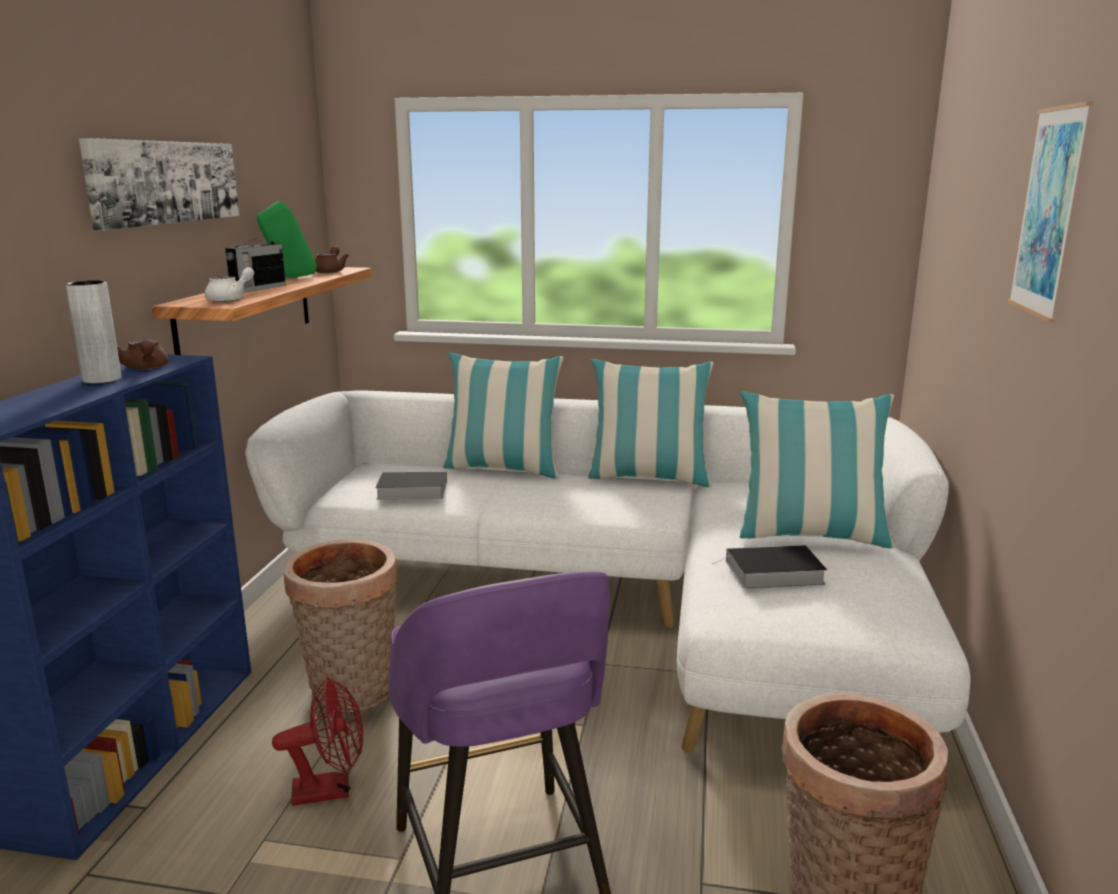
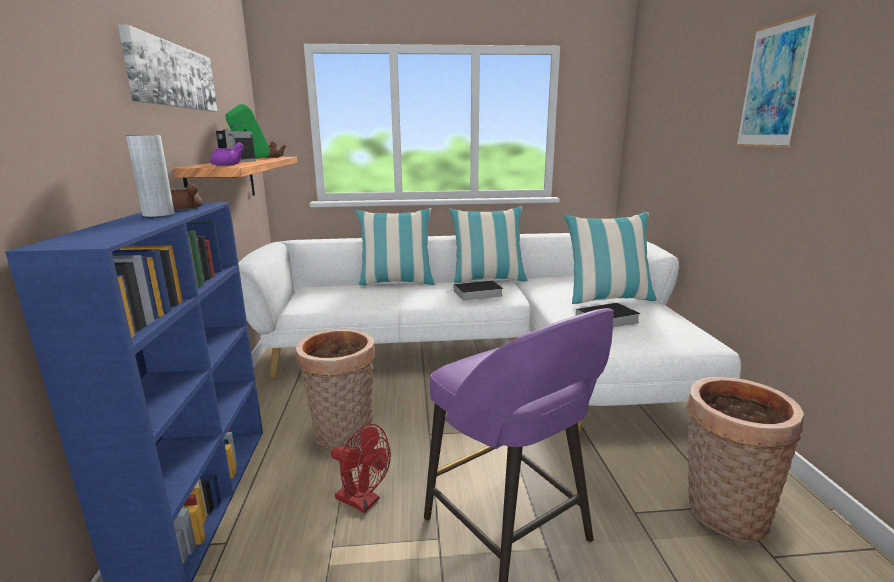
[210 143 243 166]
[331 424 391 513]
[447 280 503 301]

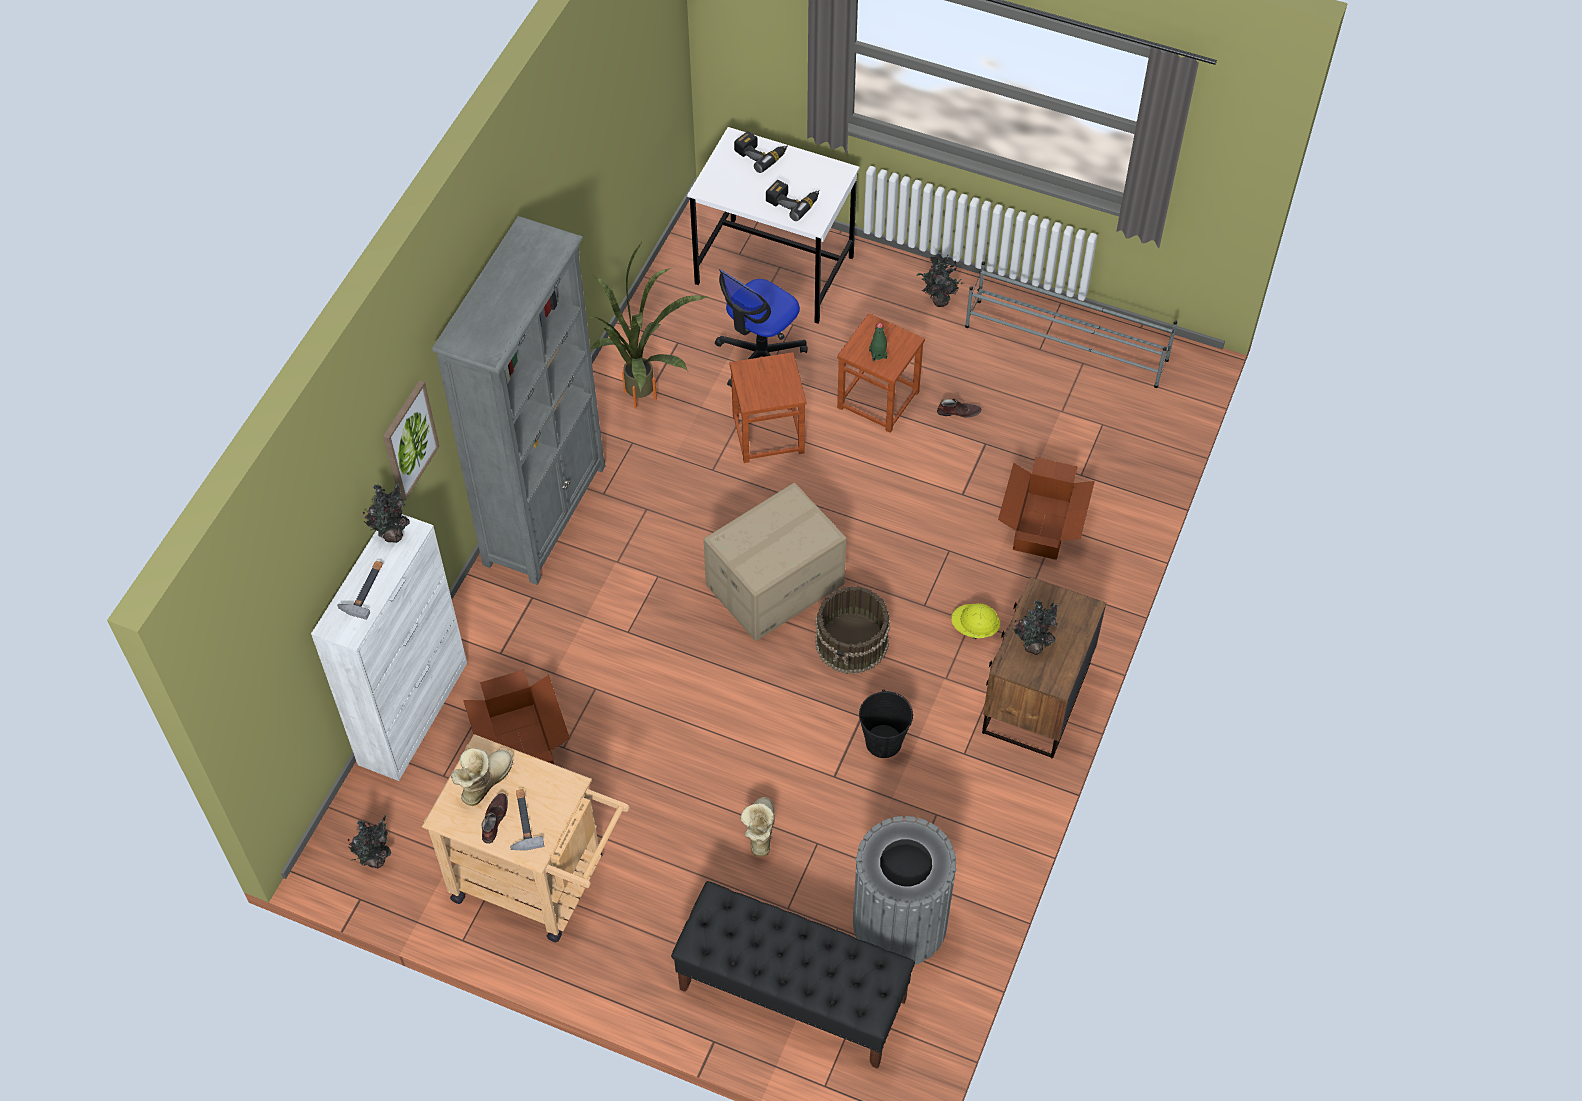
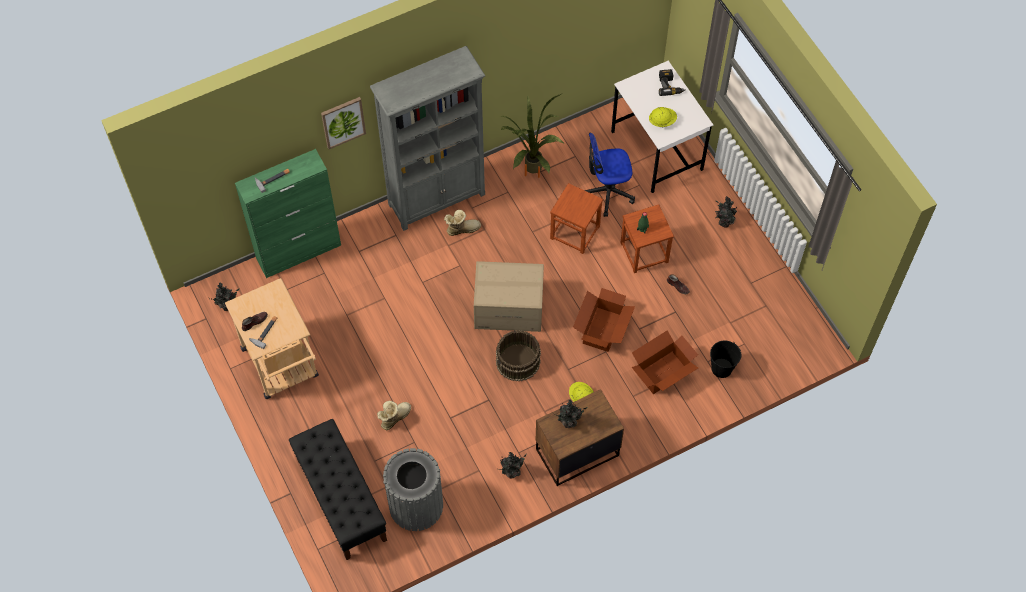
[235 149 341 278]
[499 452 527 478]
[444 210 481 236]
[573 288 635 352]
[649 107 677 127]
[710 340 741 378]
[965 261 1177 388] (first image)

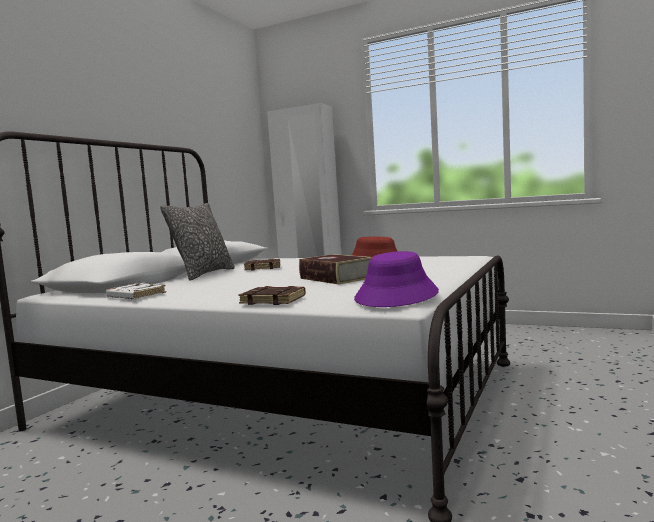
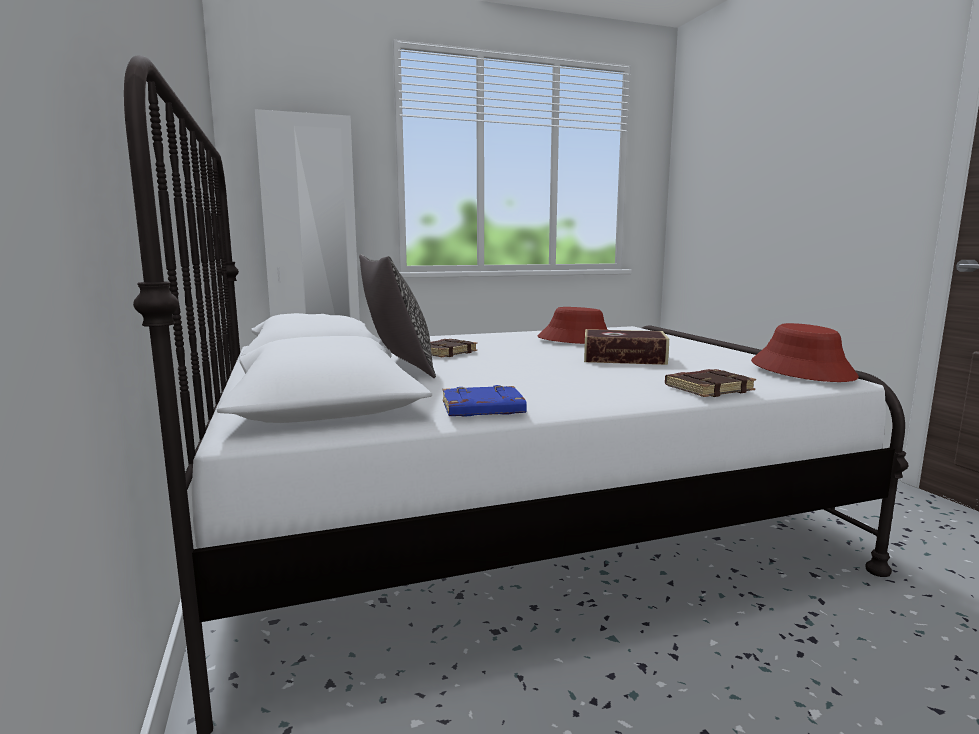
[442 385 527 417]
[751 323 859 382]

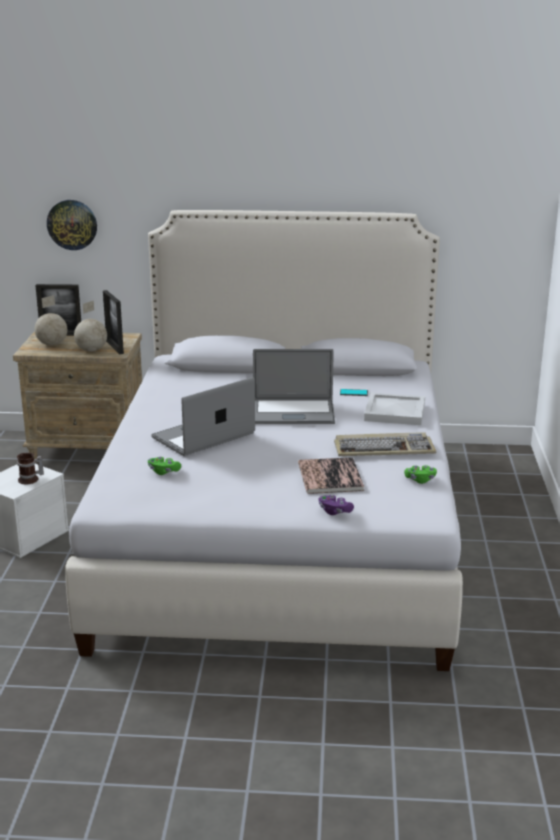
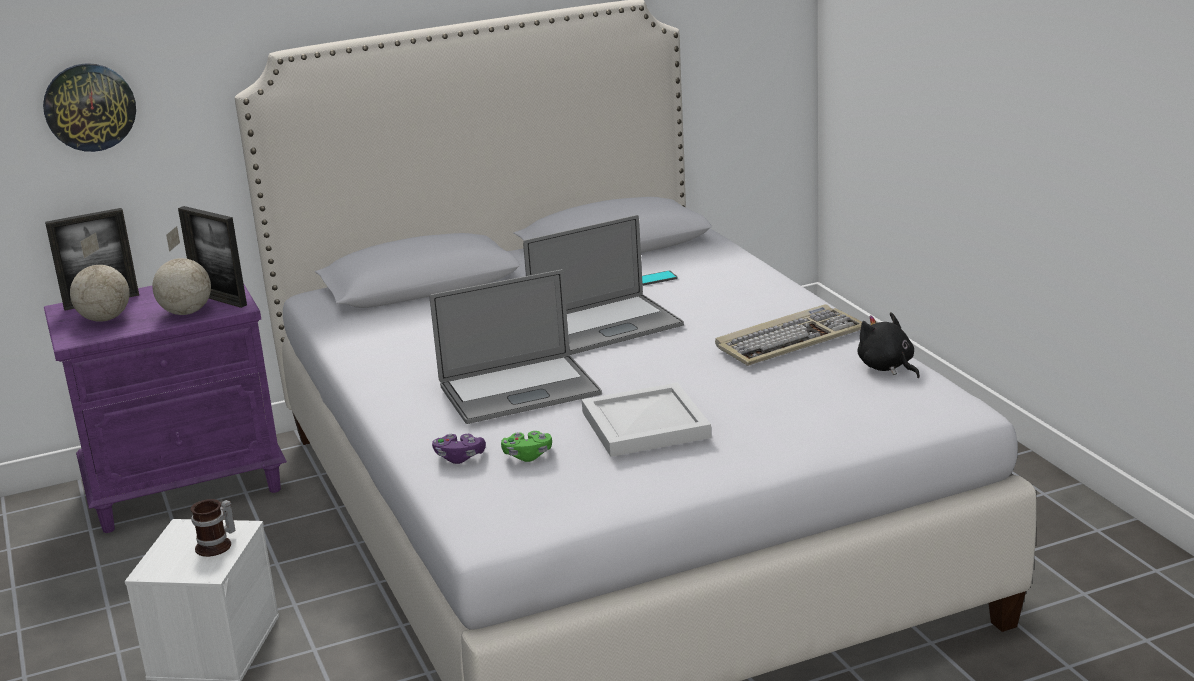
[44 283 287 533]
[430 269 602 424]
[298 457 364 494] (first image)
[432 434 486 464]
[582 382 711 457]
[857 312 920 378]

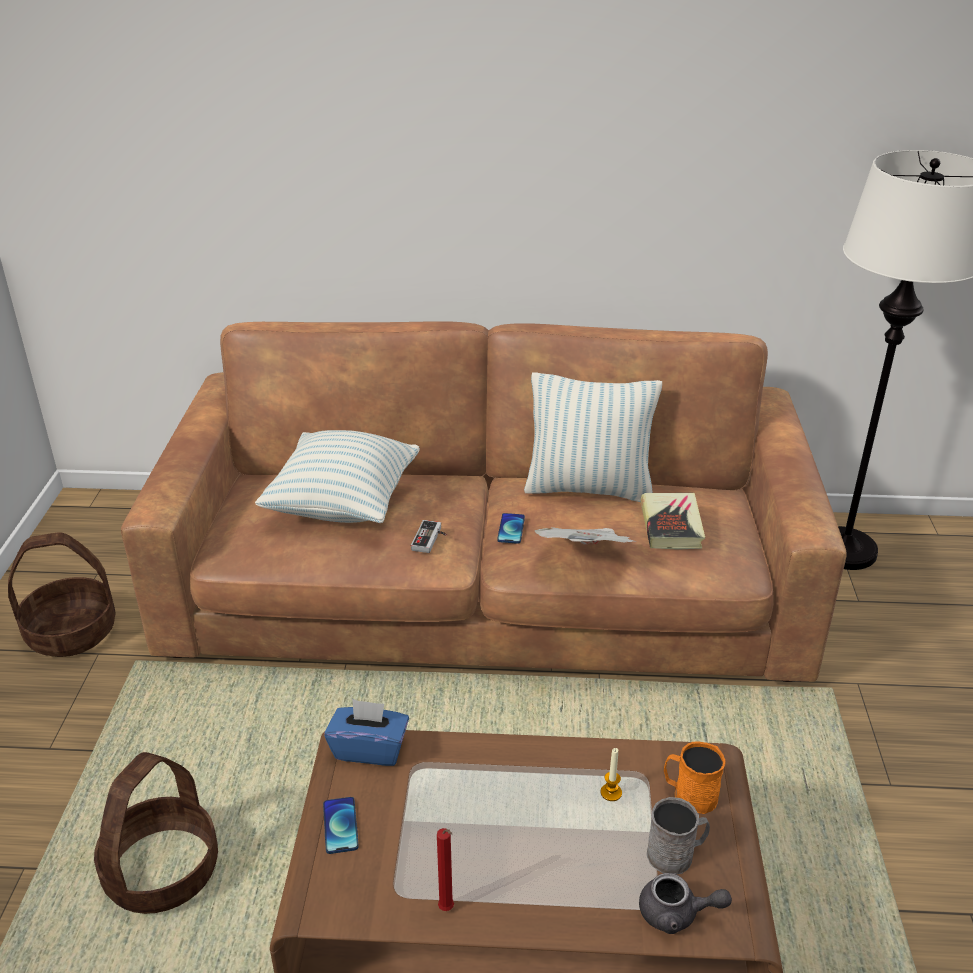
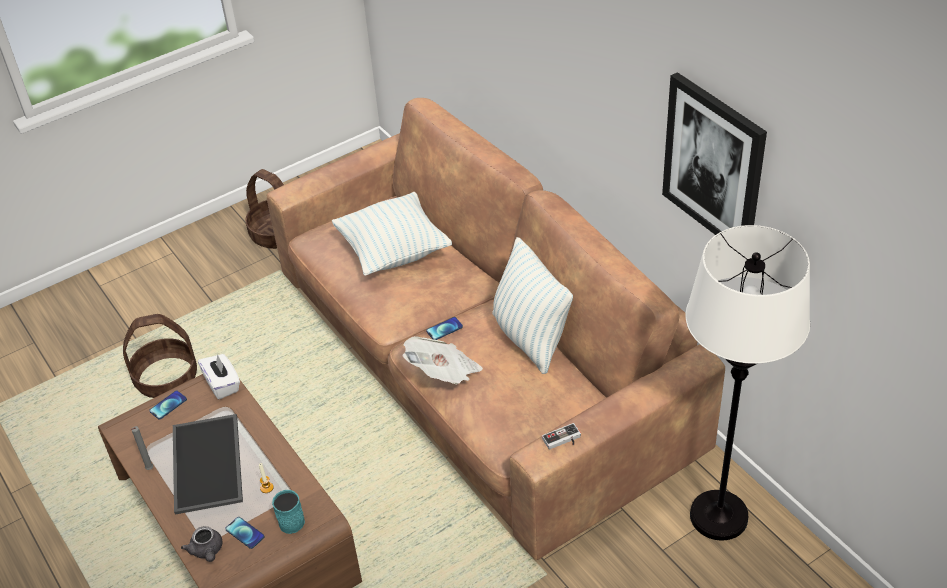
[198 354 240 399]
[542 423 581 450]
[130 426 153 470]
[641 493 705 550] (first image)
[225 517 265 549]
[272 490 305 534]
[173 414 243 515]
[662 72 767 235]

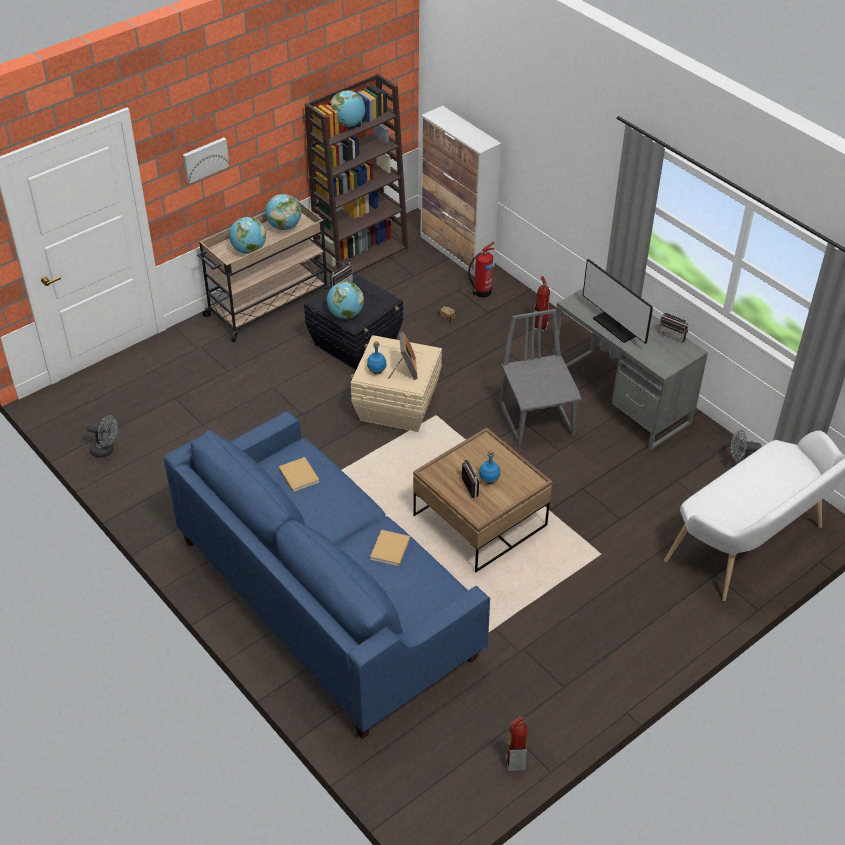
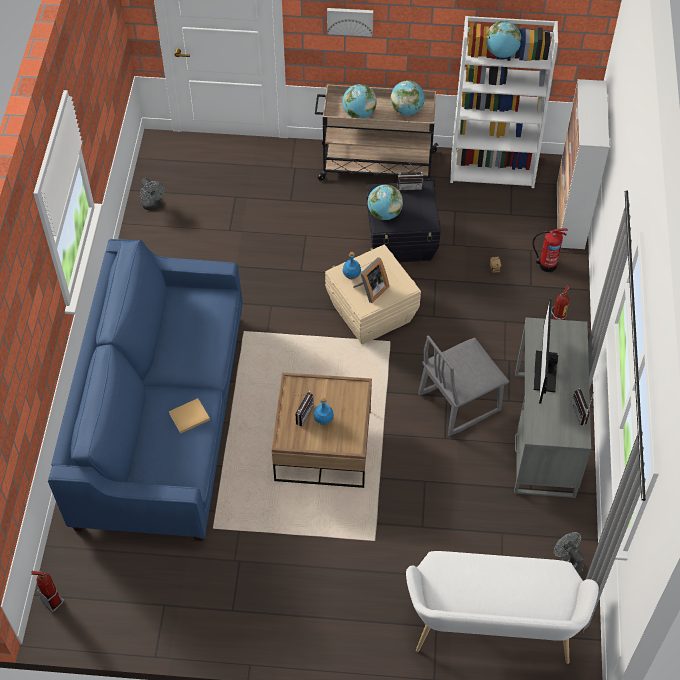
[279 457 319 492] (first image)
[450 16 558 188]
[418 335 509 436]
[31 571 64 612]

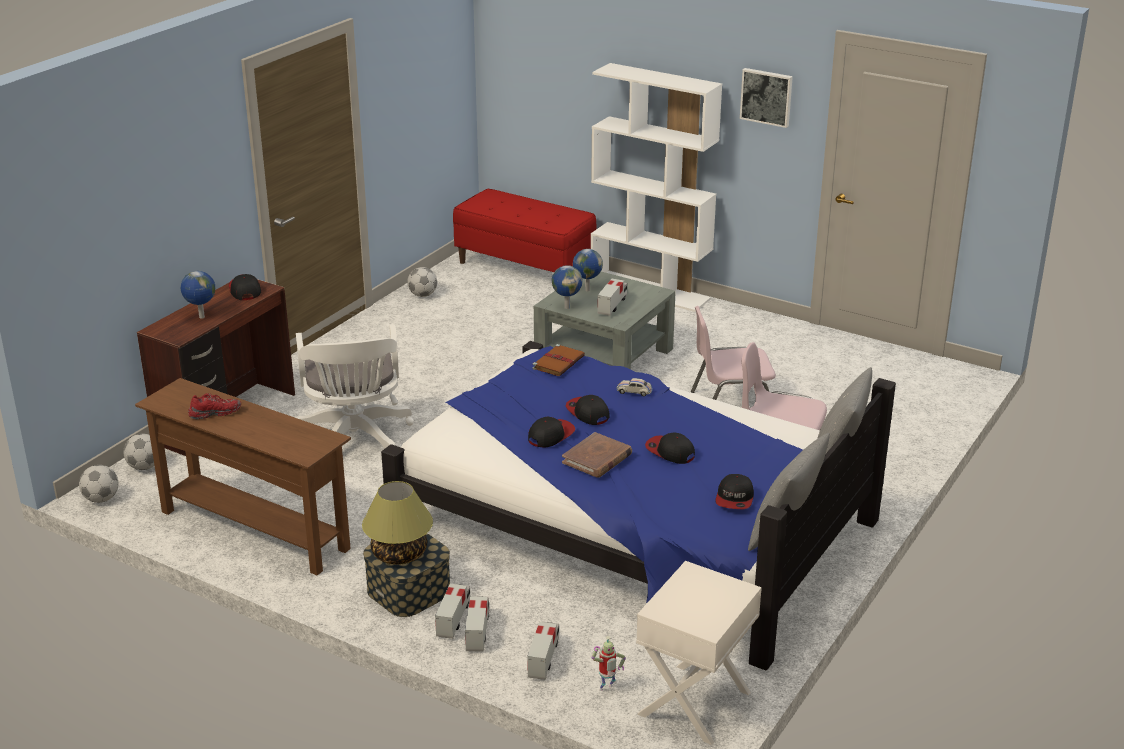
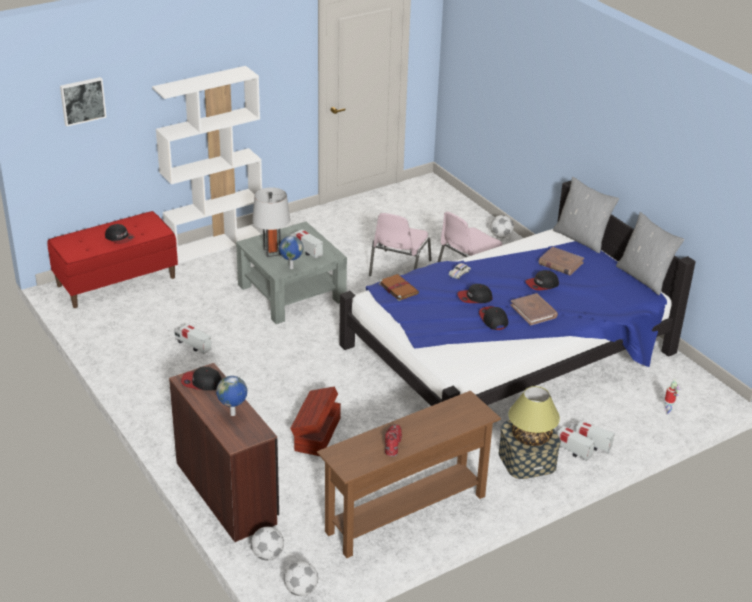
[290 387 341 456]
[491 215 514 238]
[174 324 212 354]
[252 187 290 257]
[636 561 762 745] (first image)
[105 224 135 244]
[60 77 107 126]
[539 247 584 275]

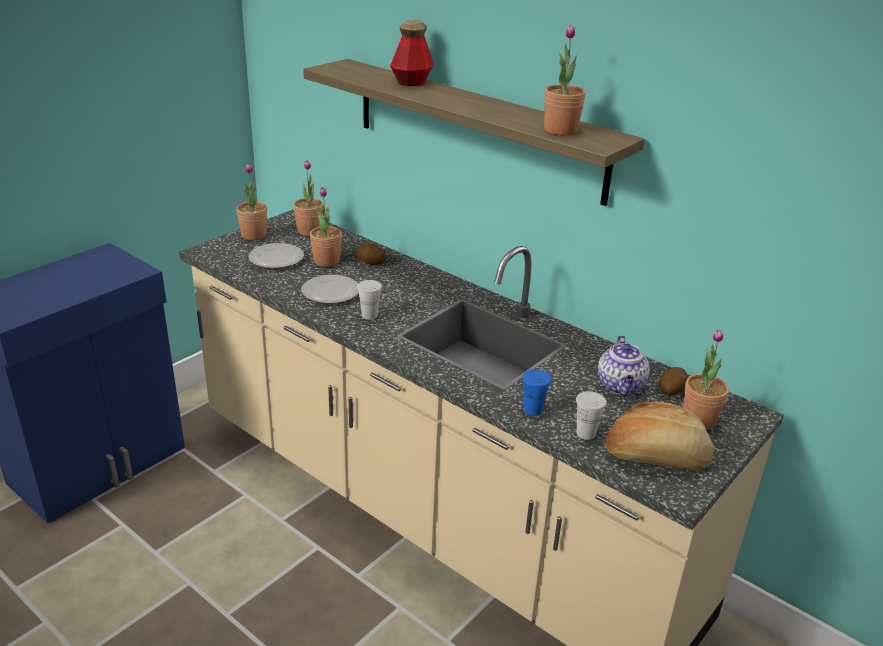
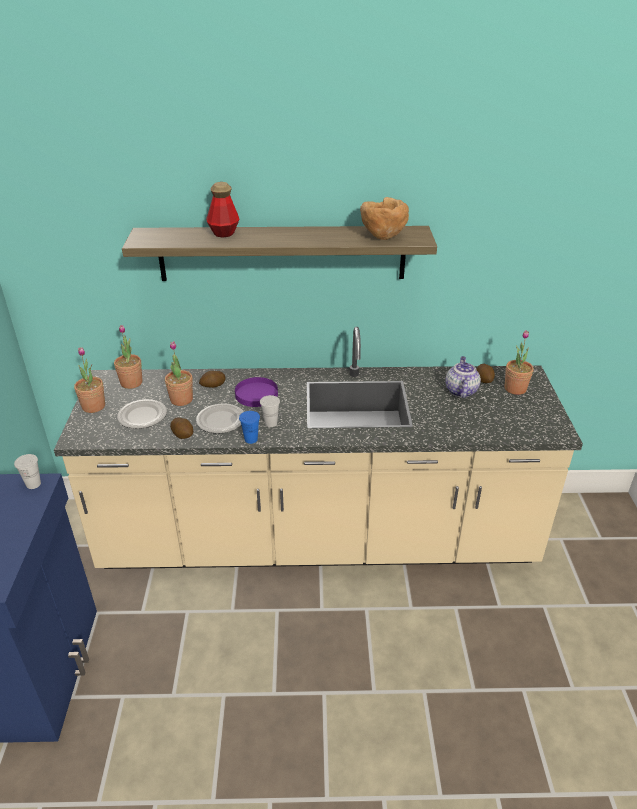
[239 411 260 444]
[360 197 409 240]
[14 454 41 489]
[445 356 481 398]
[606 402 714 470] (first image)
[170 417 193 439]
[235 377 278 407]

